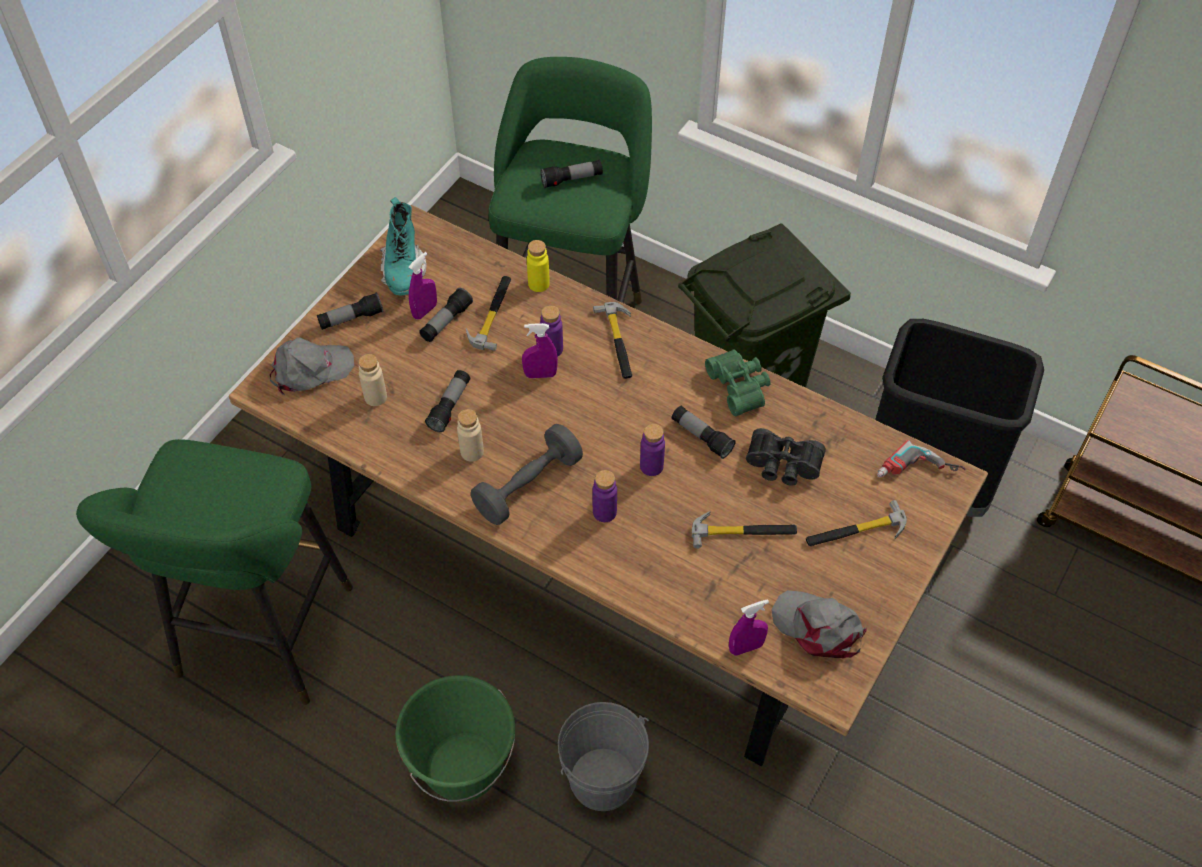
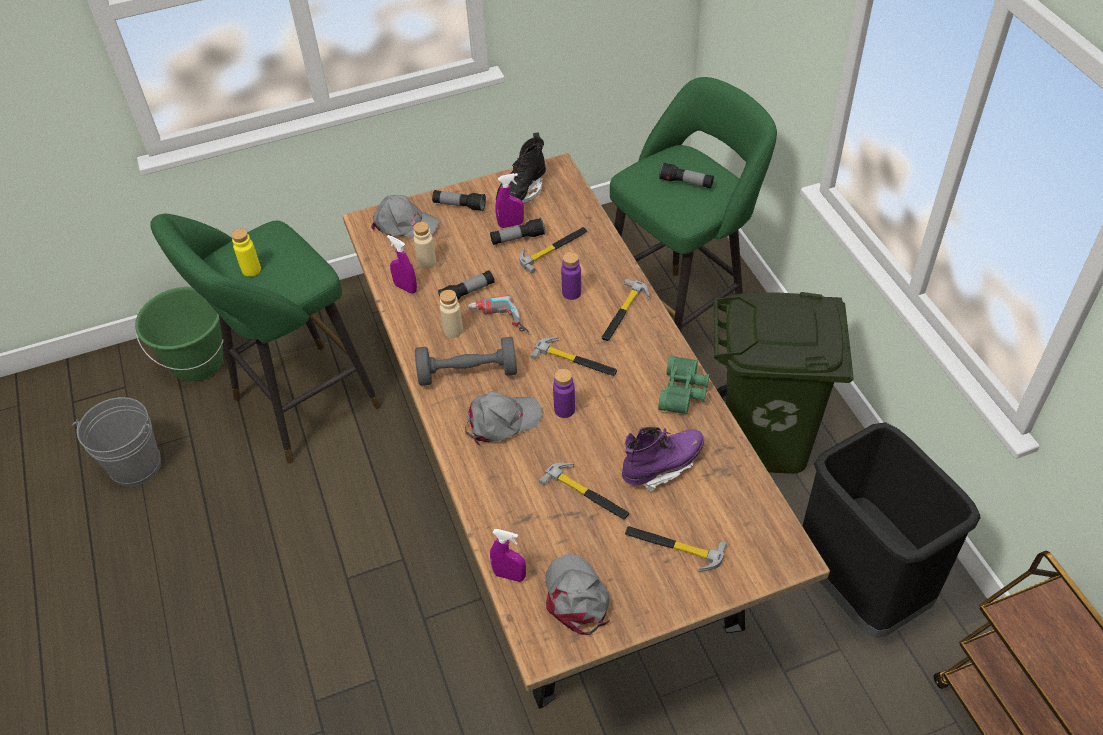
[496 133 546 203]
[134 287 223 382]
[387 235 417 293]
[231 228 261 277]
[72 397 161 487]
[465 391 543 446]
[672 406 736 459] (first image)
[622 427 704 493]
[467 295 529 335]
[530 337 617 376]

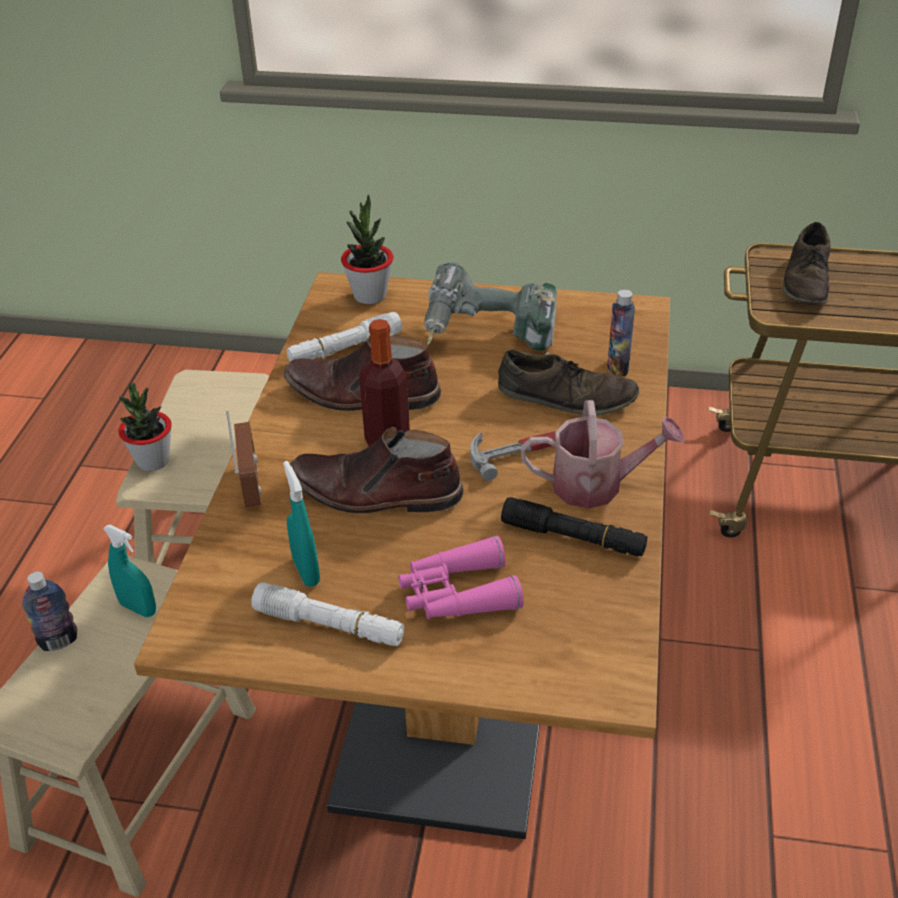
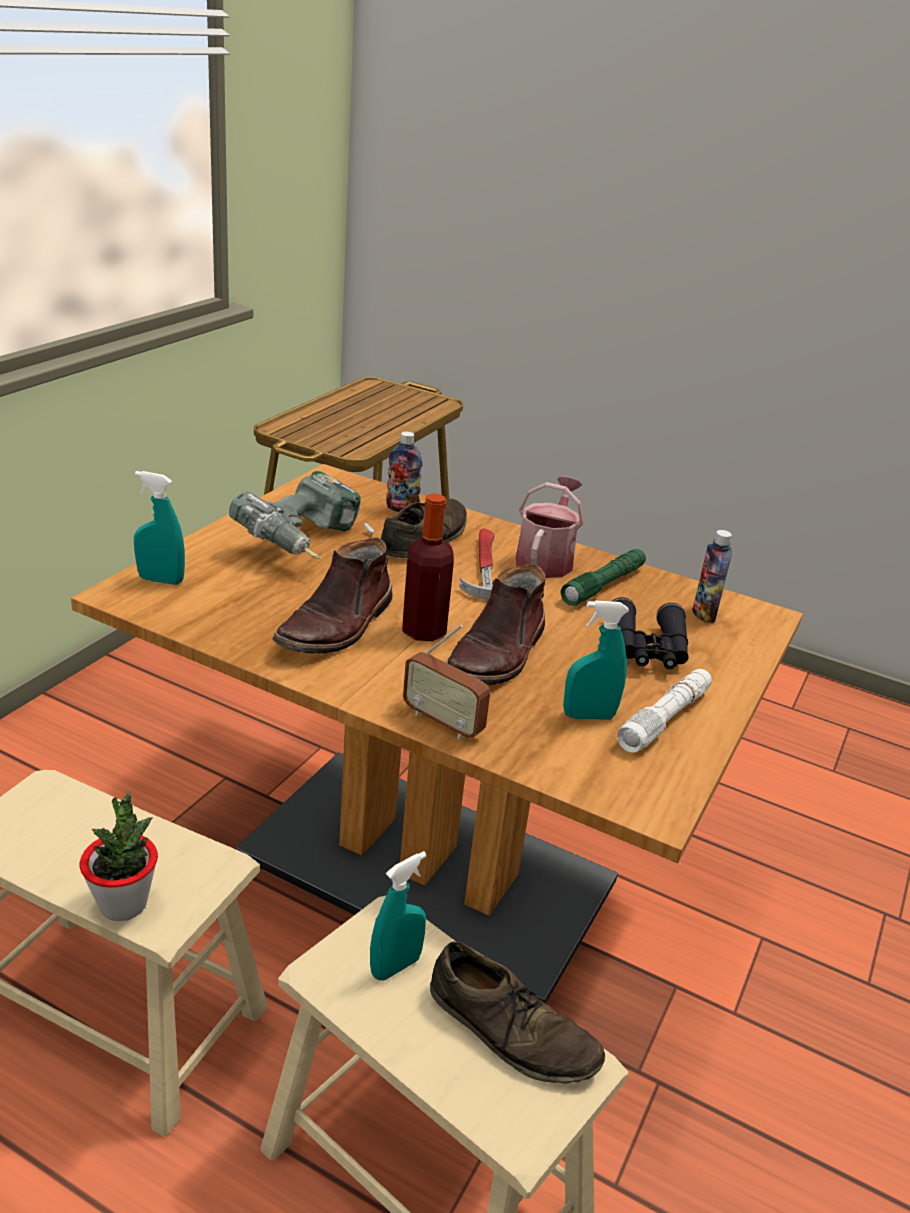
[692 530 732 623]
[403 625 490 740]
[287 312 402 362] (first image)
[134 471 185 585]
[612 597 689 669]
[561 549 646 606]
[430 941 605 1084]

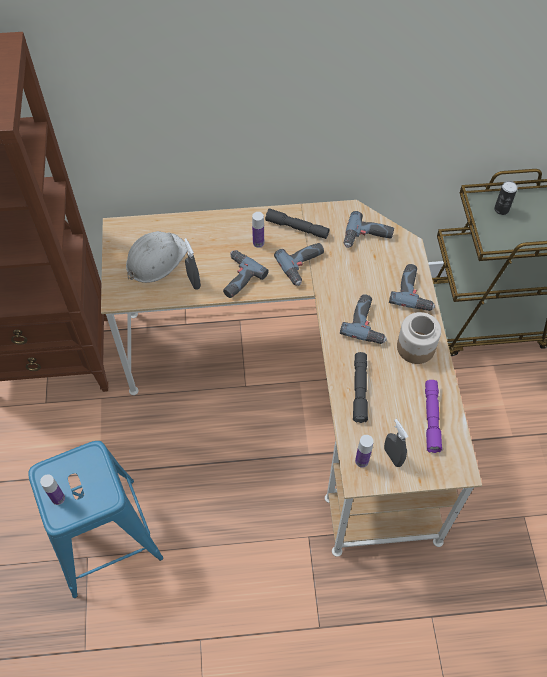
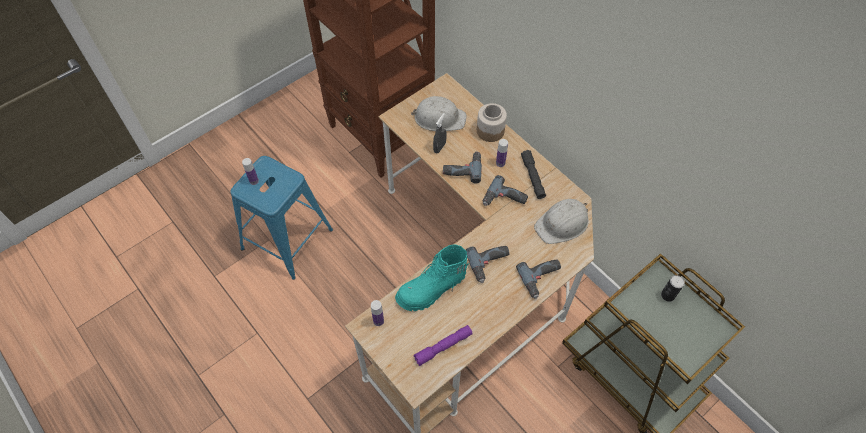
[534 199 589 244]
[395 244 469 311]
[384 419 408 467] (first image)
[477 103 507 142]

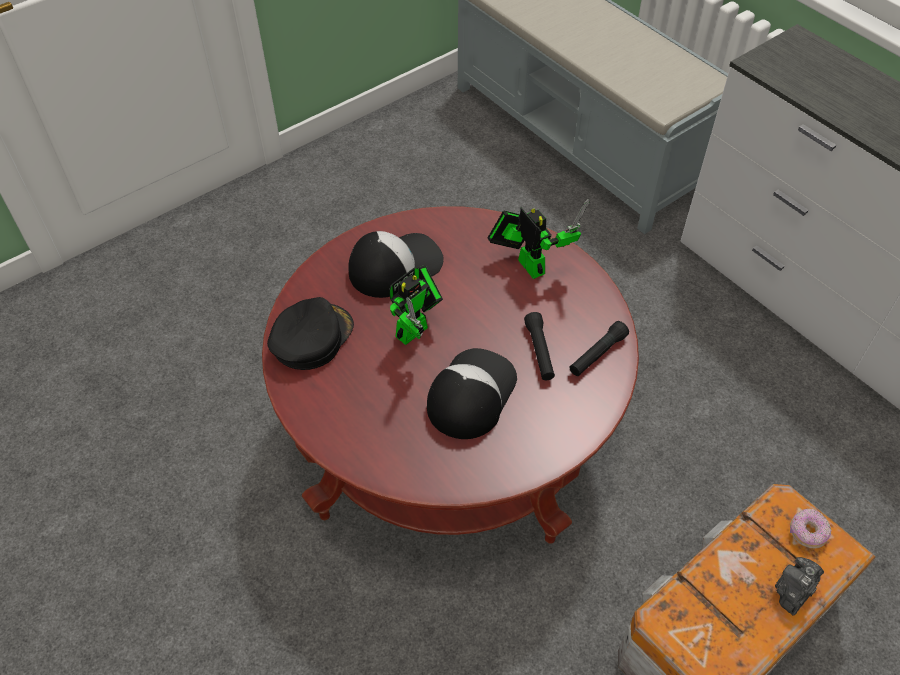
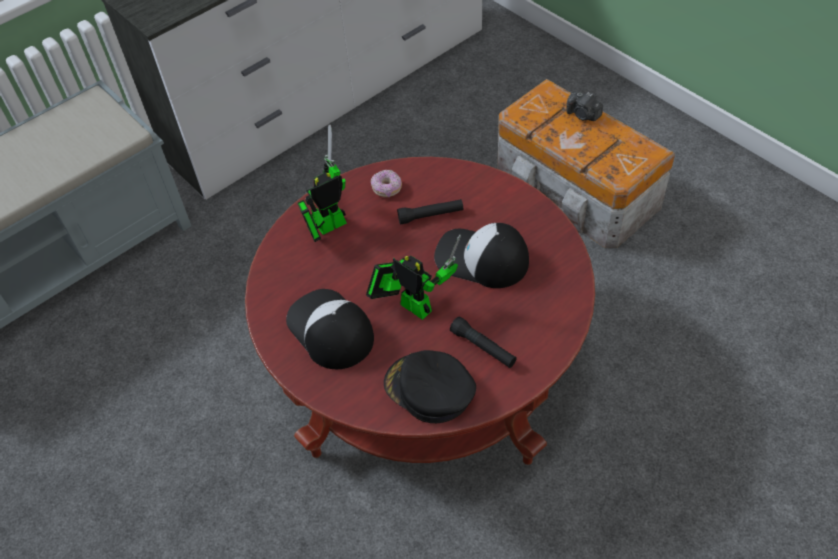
[450 316 517 368]
[371 169 402 197]

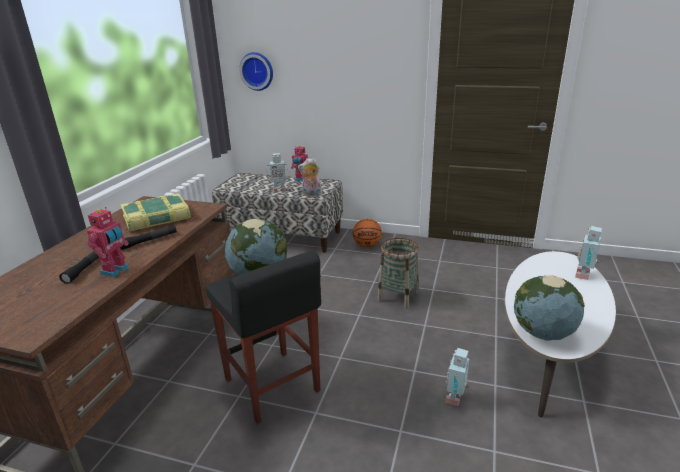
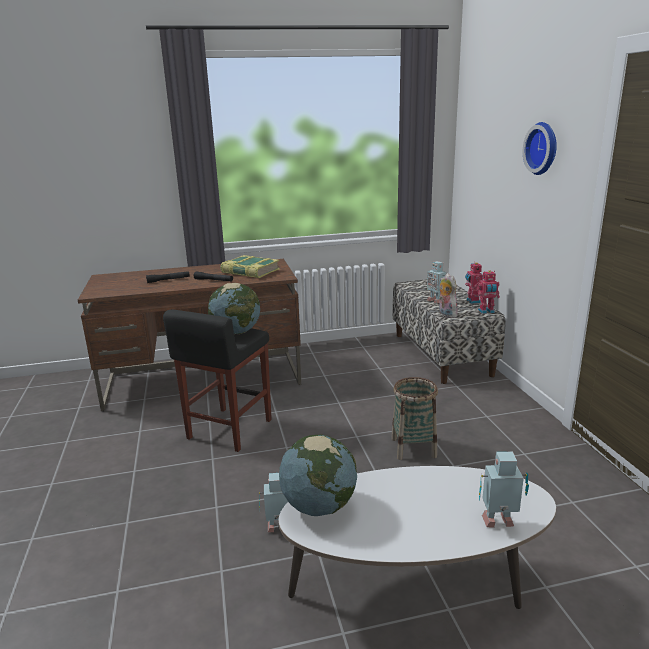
[477 270 500 314]
[523 122 557 175]
[353 219 382 248] (first image)

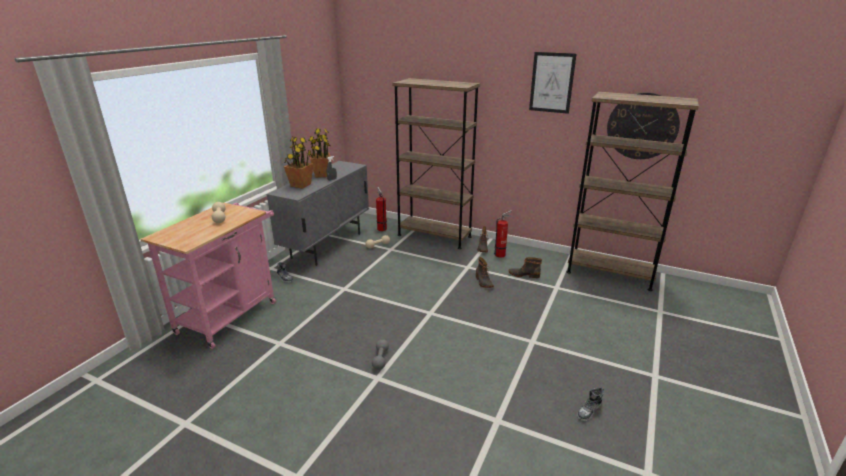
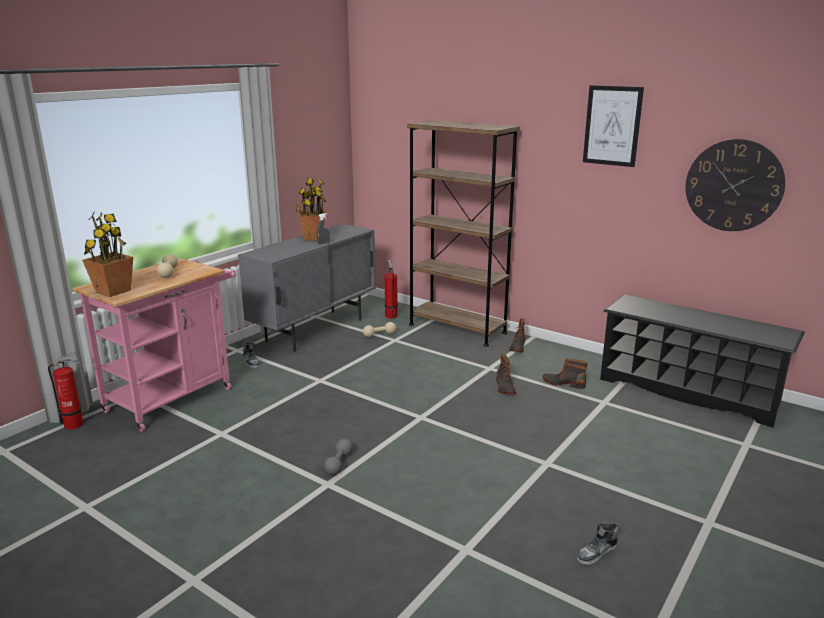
[82 211 133 297]
[48 352 83 429]
[600 295 805 428]

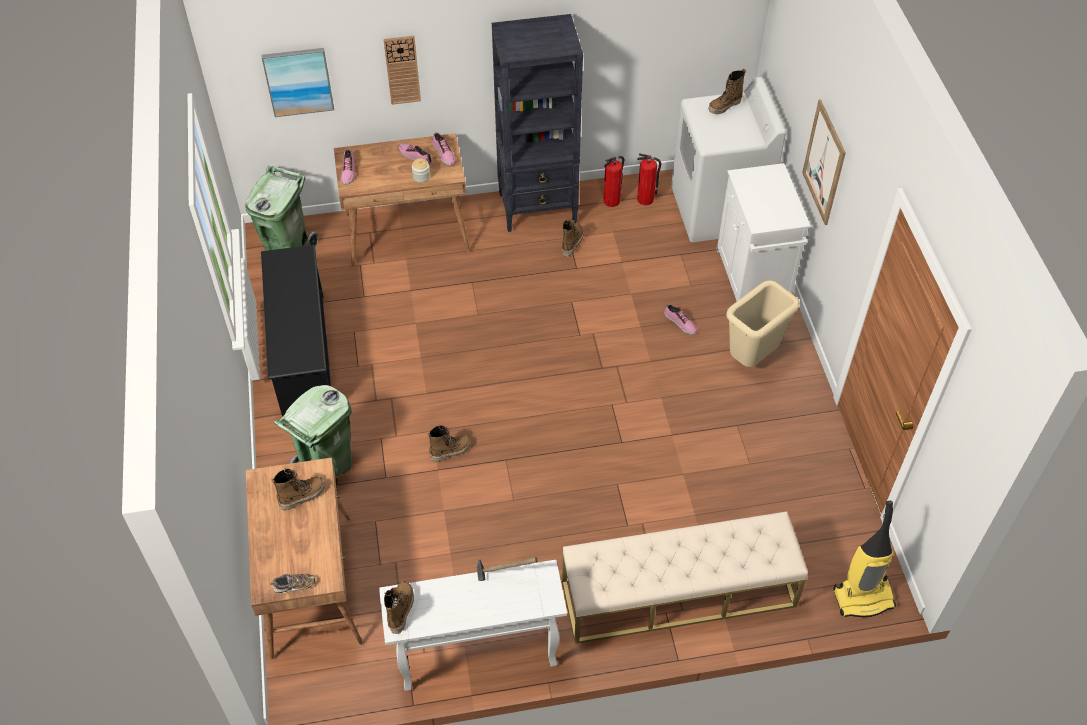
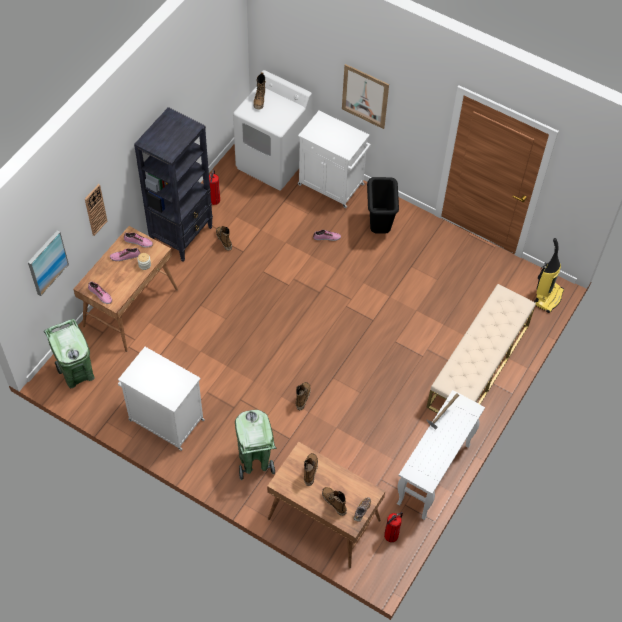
[118 347 205 451]
[322 487 347 516]
[384 512 403 542]
[367 177 399 234]

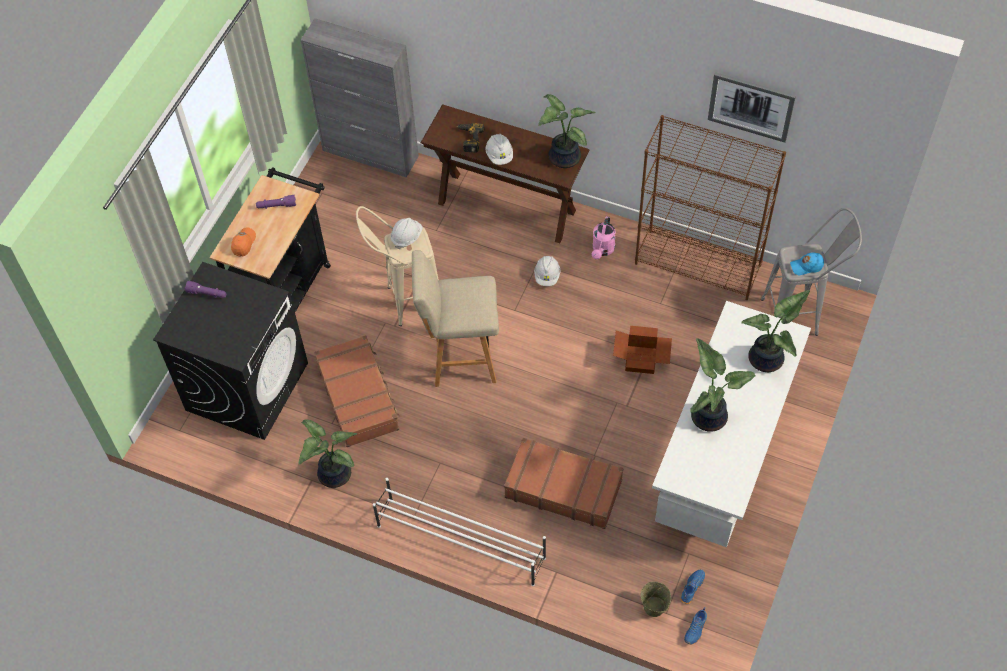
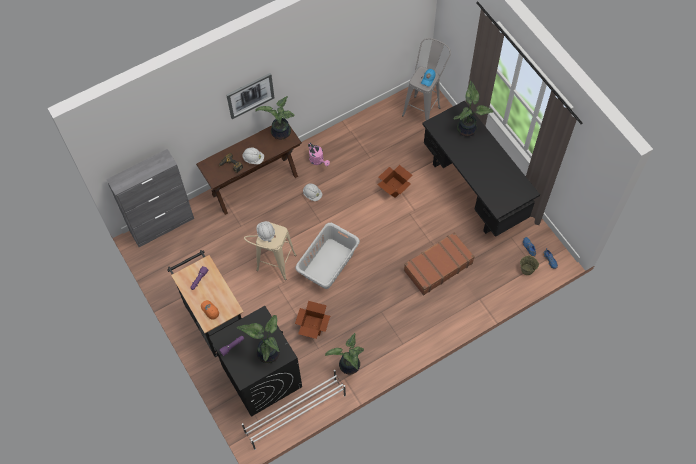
[295 301 330 339]
[242 370 346 450]
[295 223 360 289]
[635 115 786 300] (first image)
[422 101 540 237]
[237 315 280 363]
[226 73 274 119]

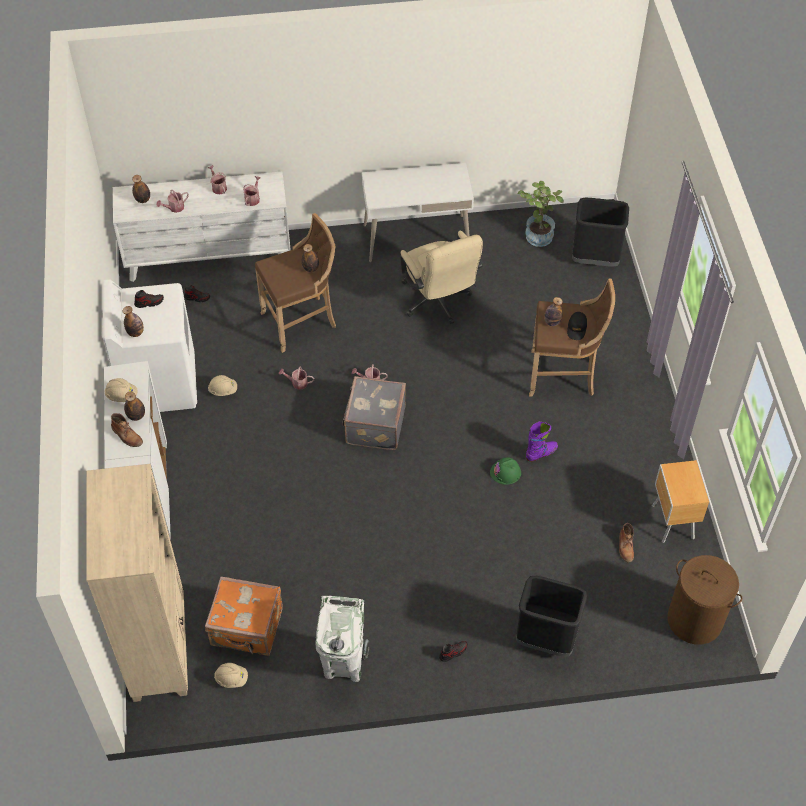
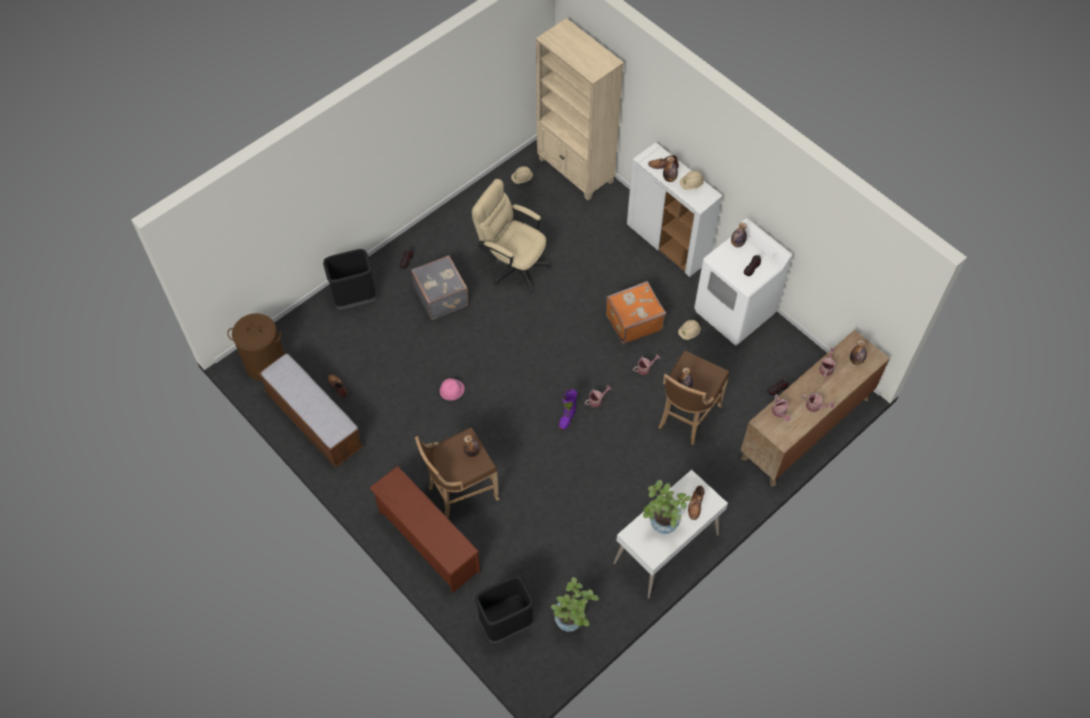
[740 330 890 487]
[606 281 666 344]
[316 596 369 682] (first image)
[411 255 469 320]
[472 179 551 292]
[440 378 465 400]
[559 389 577 430]
[567 312 587 340] (first image)
[258 353 363 468]
[369 466 480 593]
[643 480 691 534]
[688 485 704 520]

